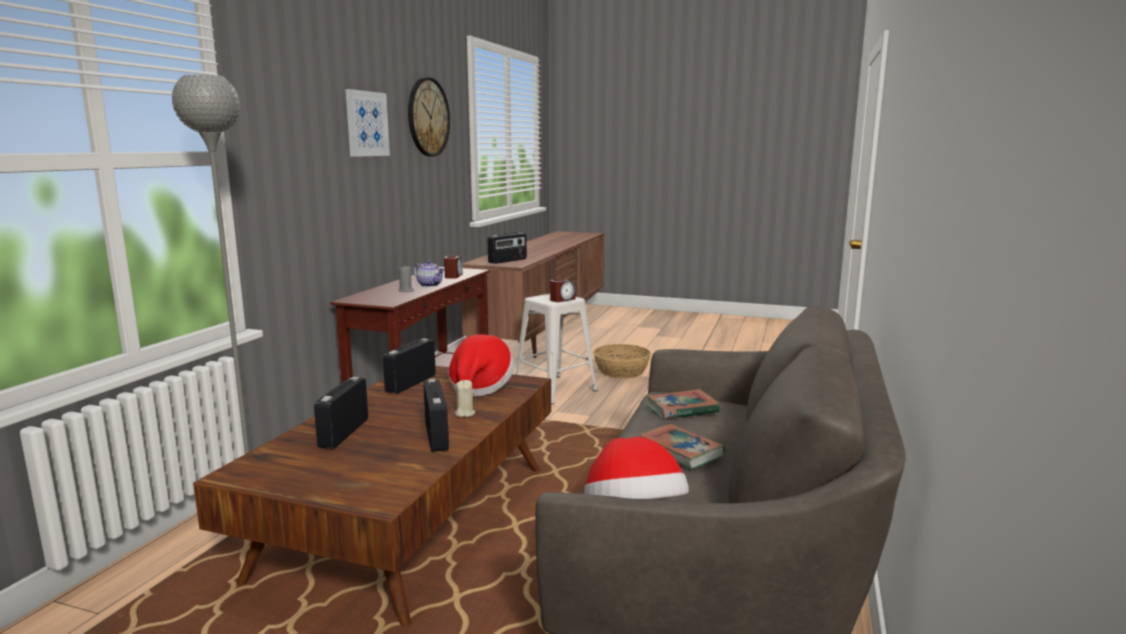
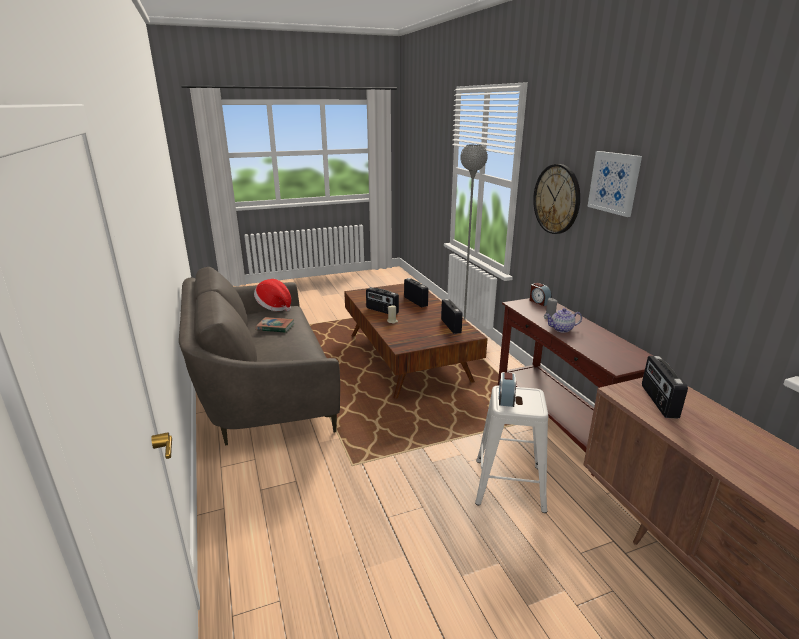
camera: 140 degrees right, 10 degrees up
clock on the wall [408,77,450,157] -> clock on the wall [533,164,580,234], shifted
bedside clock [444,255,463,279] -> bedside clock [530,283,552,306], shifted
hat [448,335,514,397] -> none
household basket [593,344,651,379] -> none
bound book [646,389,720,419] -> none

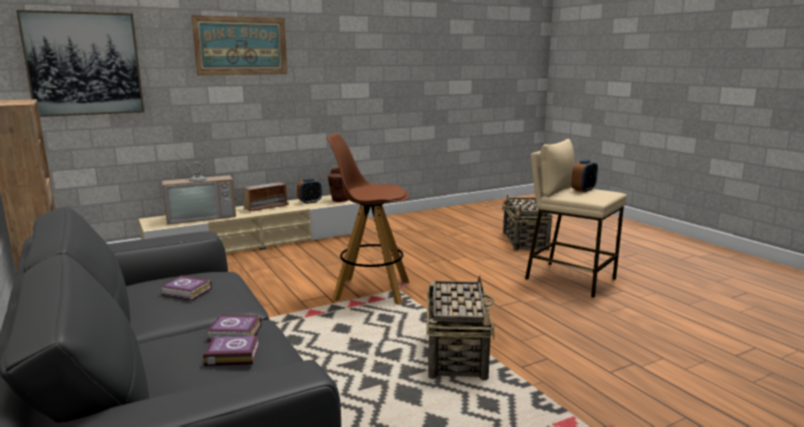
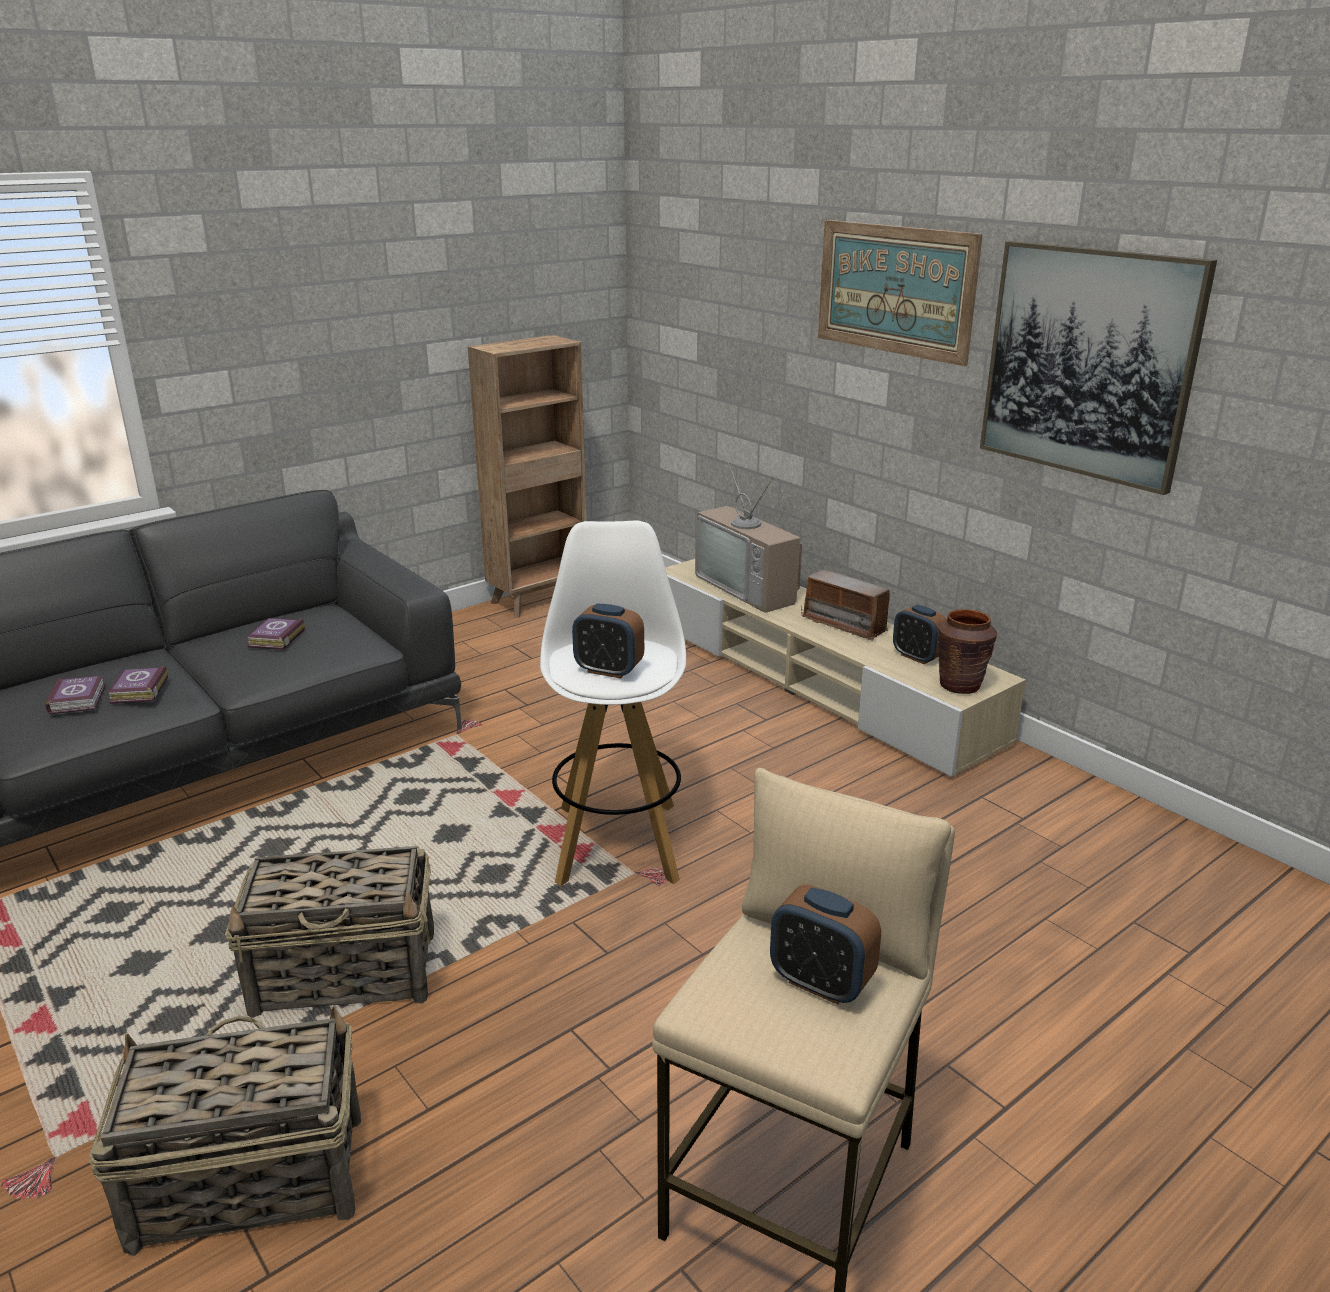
camera: 80 degrees right, 10 degrees up
wall art [16,10,144,117] -> wall art [980,241,1217,495], shifted
brown stool seat [326,133,410,305] -> white-coloured stool seat [540,521,686,886]
household basket [502,194,553,251] -> household basket [89,1007,361,1256], shifted
none -> bedside clock [572,604,644,679]

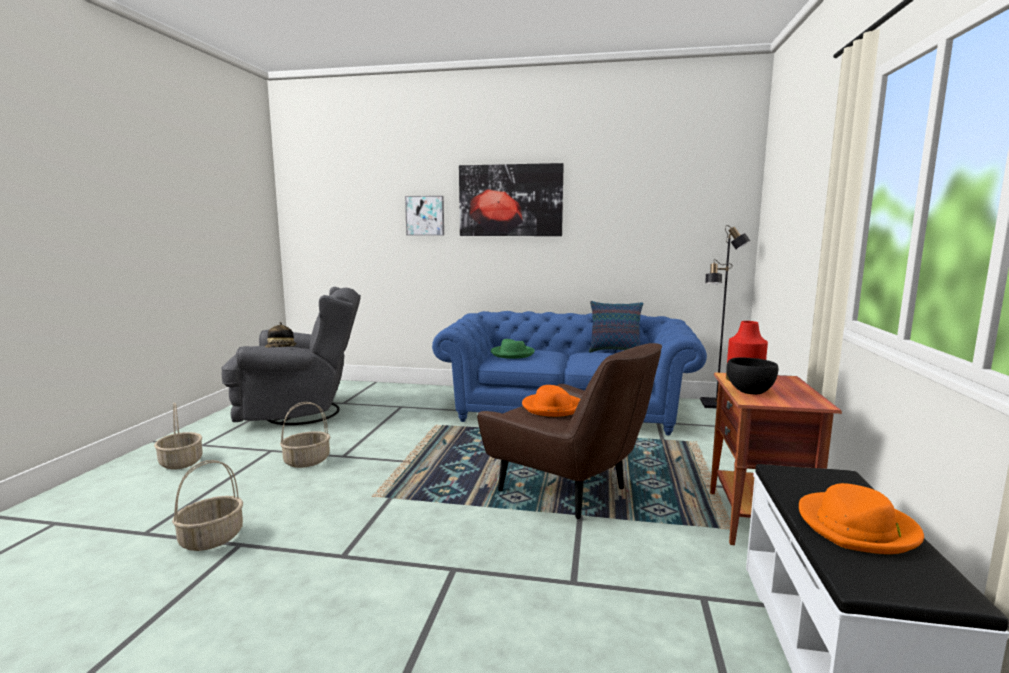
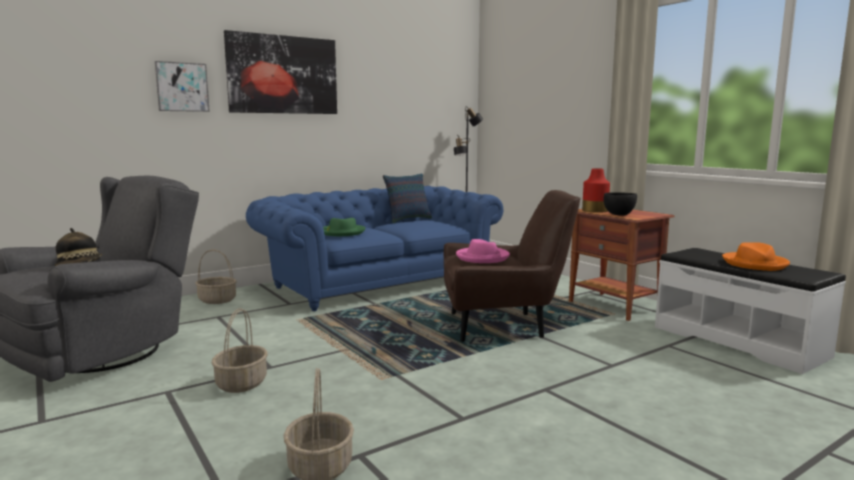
camera: 45 degrees left, 0 degrees up
household basket [154,403,203,469] -> household basket [195,249,237,304], shifted
orangey hat [522,385,580,417] -> pink-coloured hat [456,239,510,263]

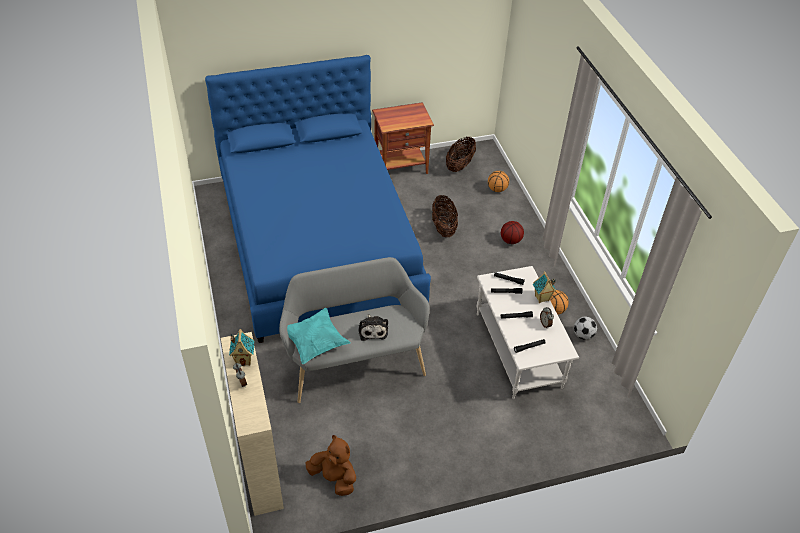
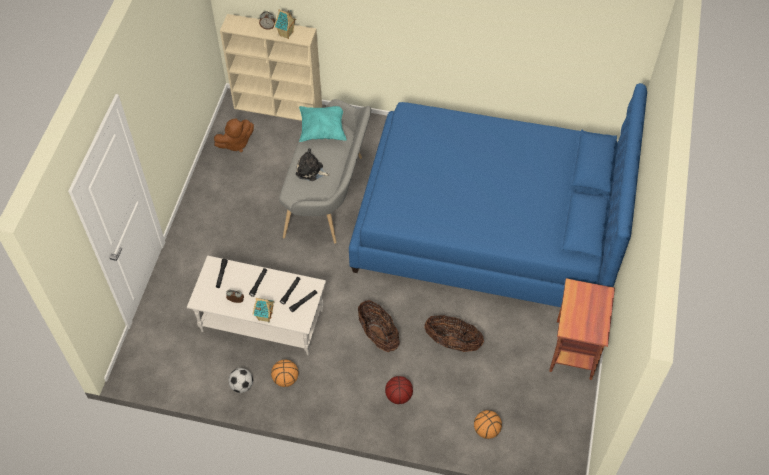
camera: 120 degrees right, 10 degrees up
household basket [446,136,476,172] -> household basket [358,300,400,352], shifted

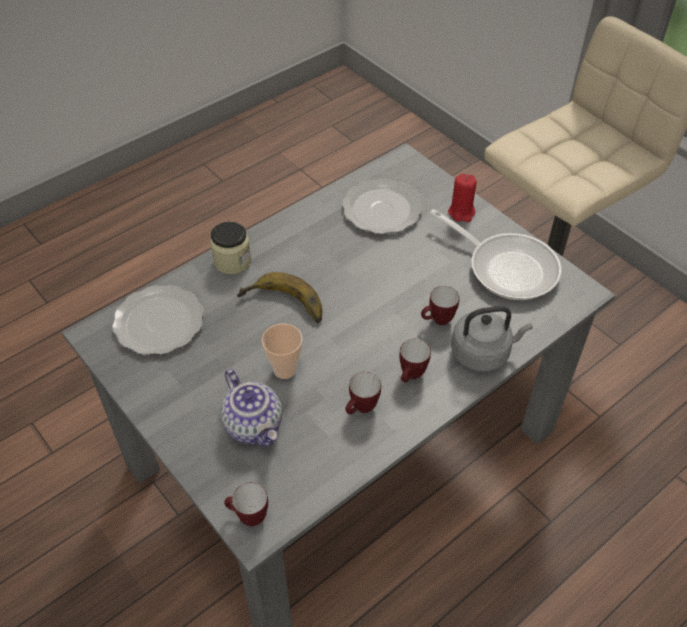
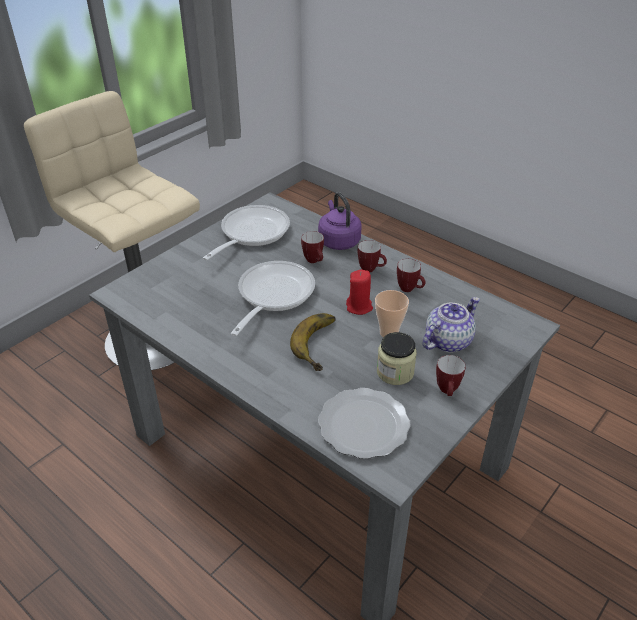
camera: 100 degrees left, 10 degrees down
preserve jar [210,222,251,274] -> preserve jar [377,332,417,385], shifted
tea mug [224,483,268,526] -> tea mug [436,355,466,396], shifted
plate [342,179,423,234] -> none
red-coloured wax light [448,174,477,222] -> red-coloured wax light [346,270,373,315], shifted
gray water kettle [451,306,533,372] -> purple-coloured water kettle [318,192,362,250]
none -> skillet [230,261,315,336]

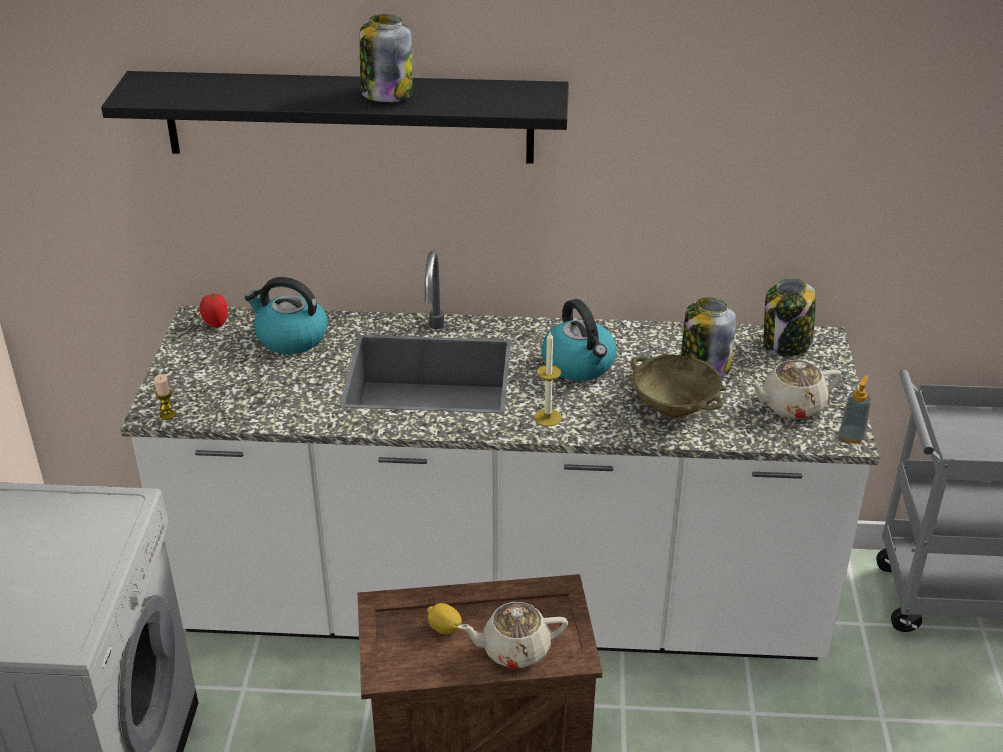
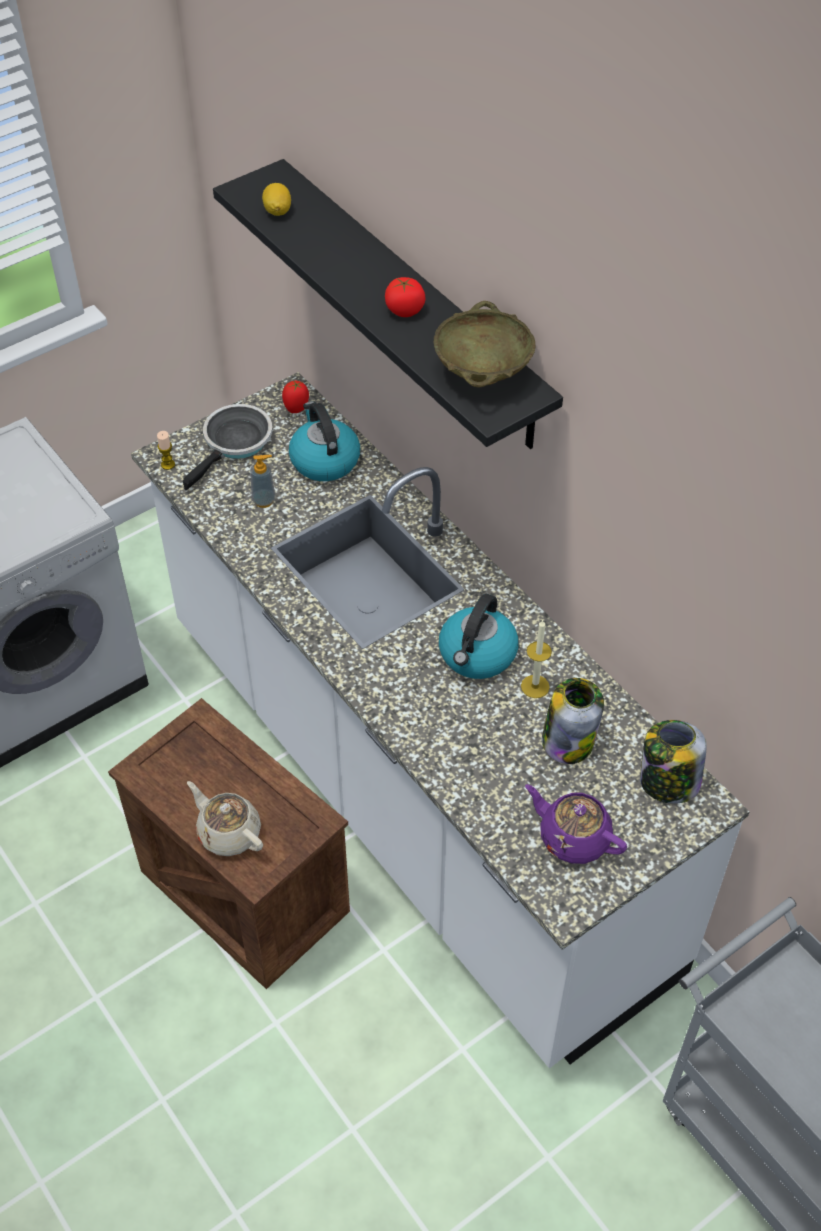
camera: 50 degrees right, 15 degrees up
preserve jar [360,14,412,102] -> tomato [385,277,425,317]
citrus fruit [427,603,462,634] -> citrus fruit [262,183,291,216], shifted
wax light [534,332,562,427] -> wax light [521,620,552,698], shifted
beige-coloured deep dish [629,354,726,419] -> beige-coloured deep dish [434,301,535,387], shifted
beige-coloured pot for tea [747,360,842,419] -> purple-coloured pot for tea [525,784,627,864]
liquid soap bottle [839,375,871,444] -> liquid soap bottle [250,455,276,508], shifted
none -> skillet [183,404,272,491]

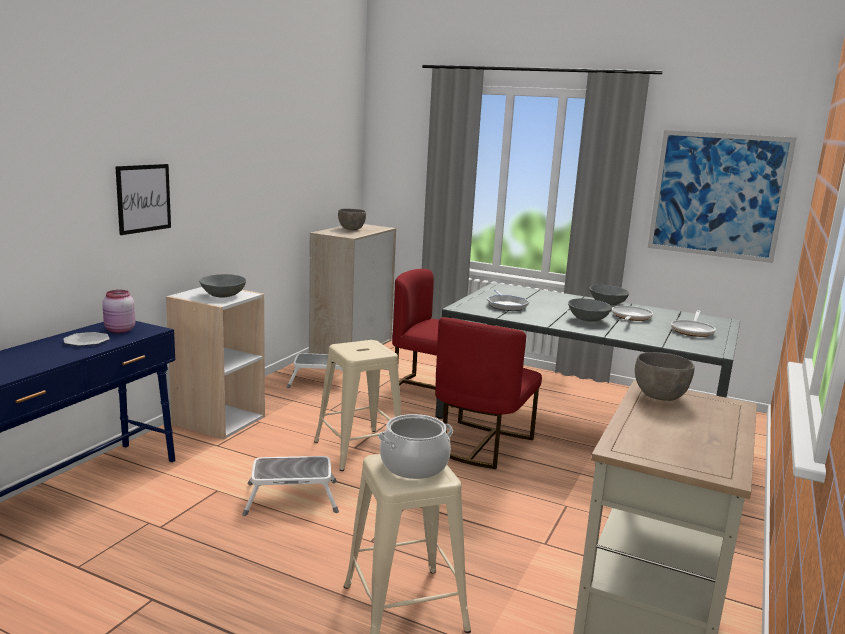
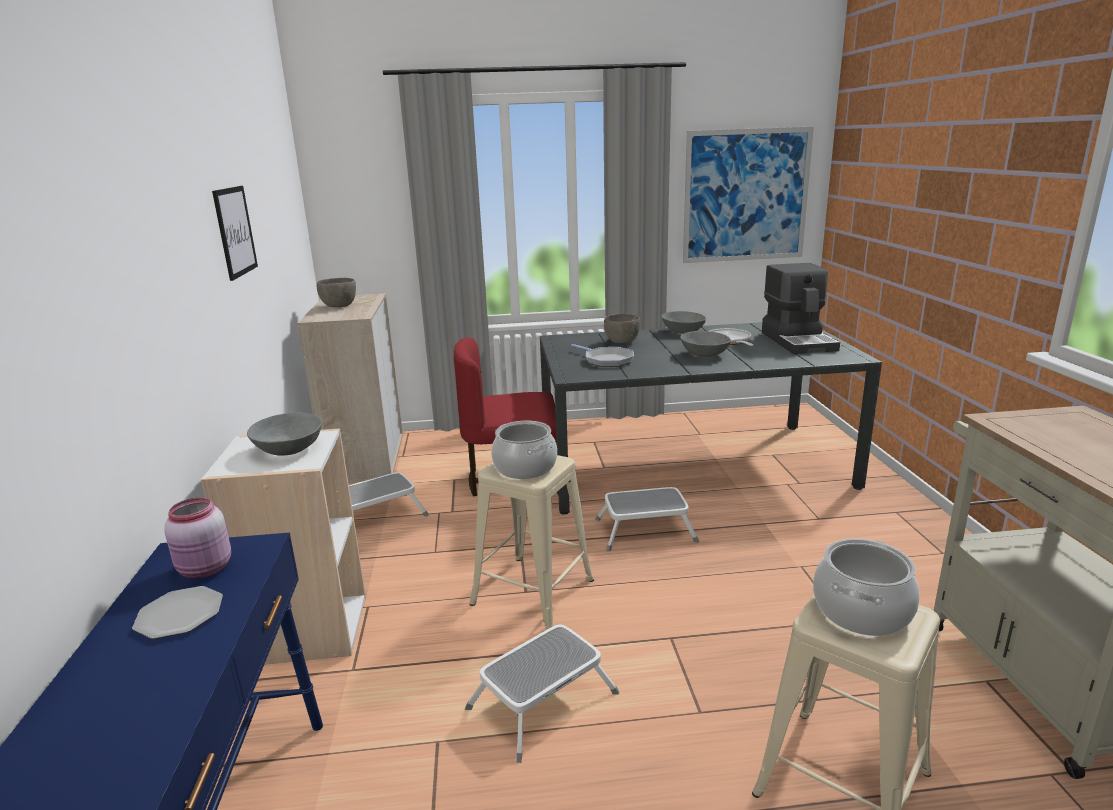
camera: 30 degrees left, 5 degrees up
wall art [115,164,171,235] -> wall art [212,186,258,281], shifted
red-coloured upright chair [435,317,542,469] -> gray step ladder [595,487,699,552]
gray deep dish [635,352,695,401] -> gray deep dish [604,314,640,344], shifted
skillet [671,310,716,337] -> coffee maker [762,263,840,354]
none -> stockpot [491,420,557,479]

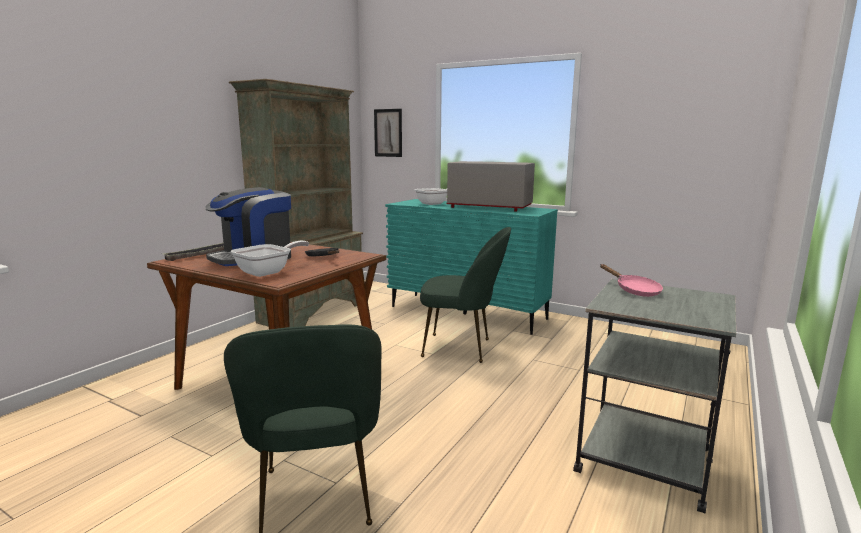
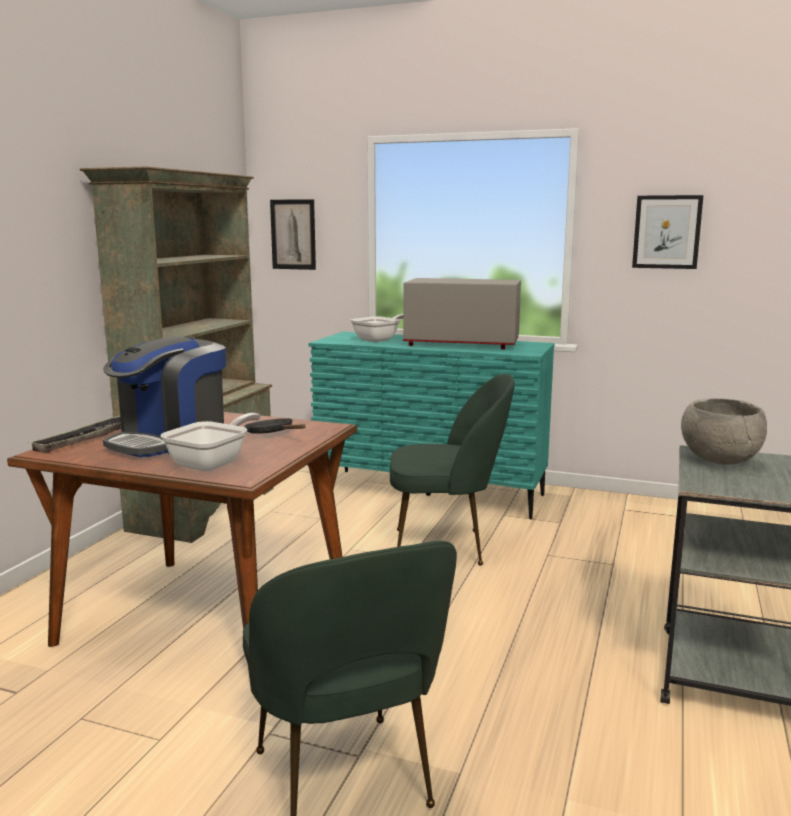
camera: 10 degrees left, 0 degrees up
pink-coloured skillet [600,264,663,297] -> gray deep dish [681,398,767,465]
none -> wall art [632,195,704,269]

